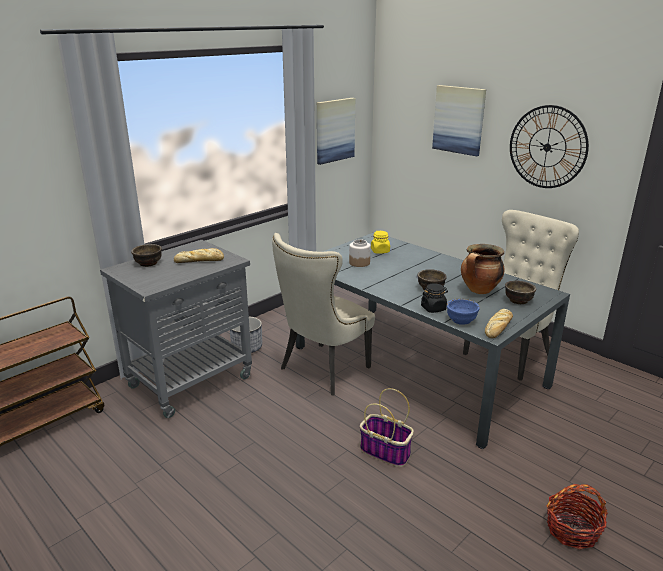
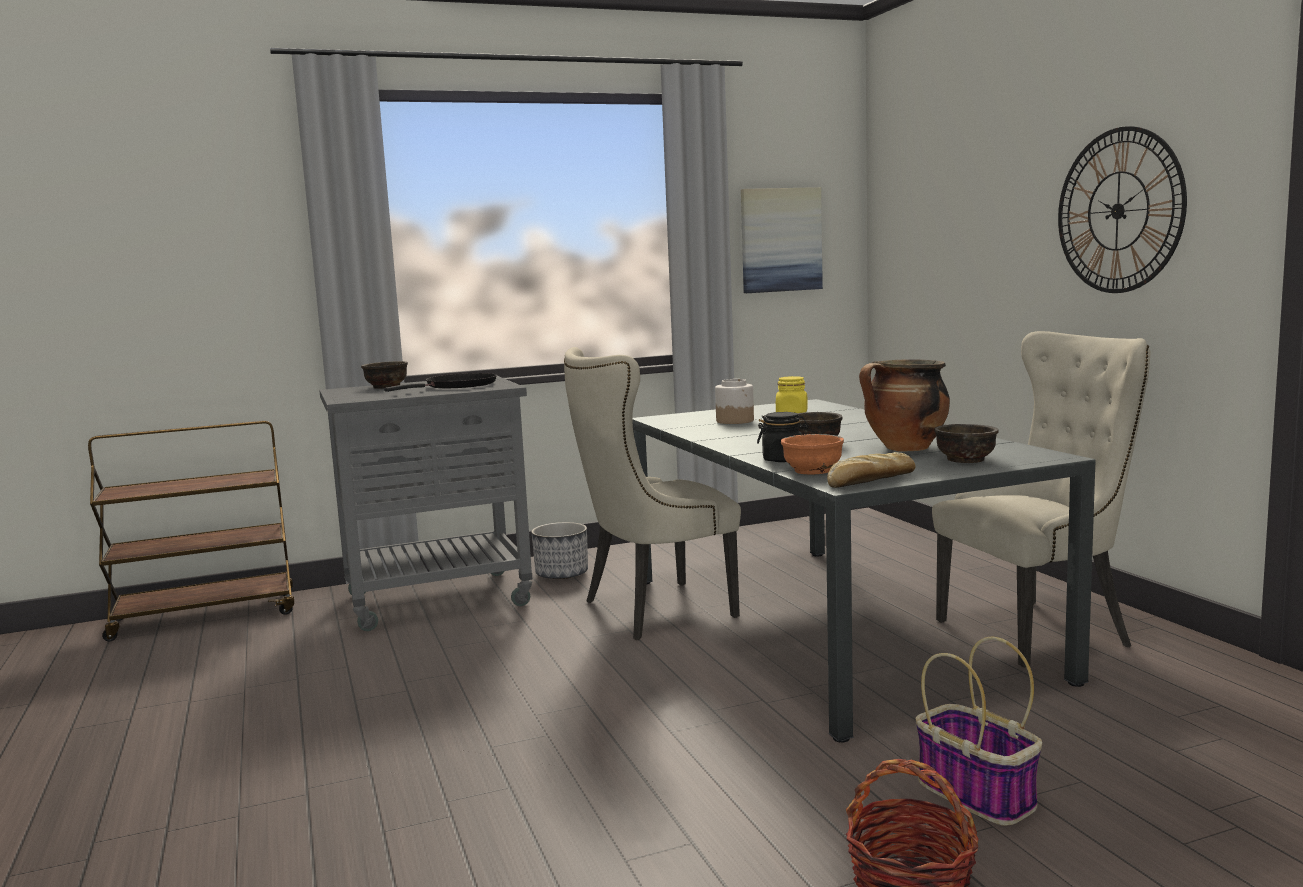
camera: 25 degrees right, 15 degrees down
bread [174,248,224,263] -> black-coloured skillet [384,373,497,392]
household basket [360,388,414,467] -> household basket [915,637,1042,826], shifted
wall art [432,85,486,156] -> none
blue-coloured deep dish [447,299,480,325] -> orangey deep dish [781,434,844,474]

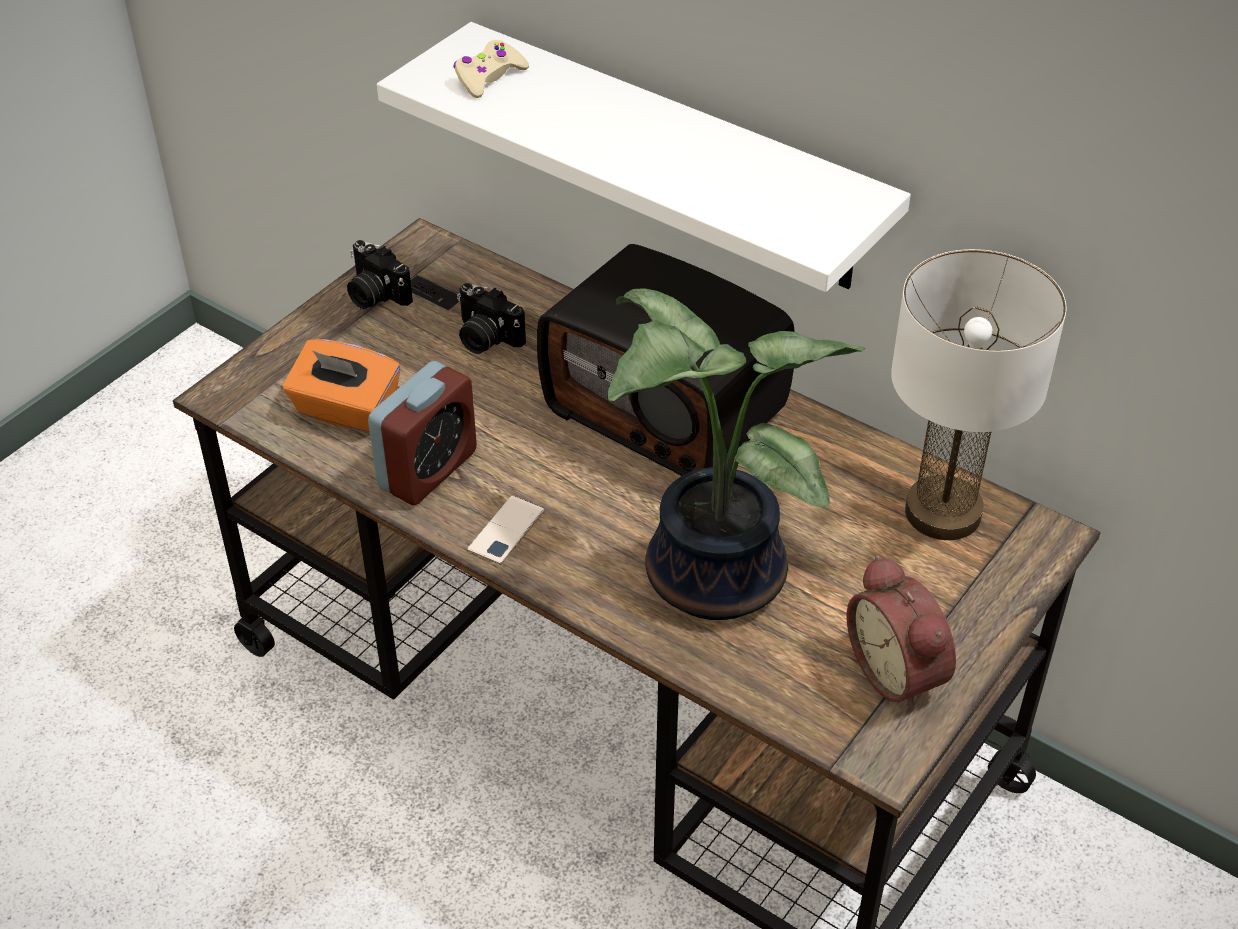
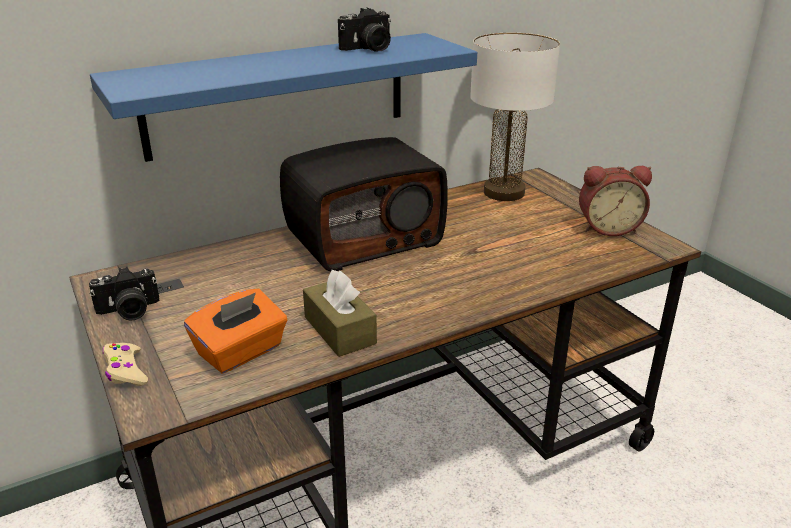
camera: 65 degrees left, 15 degrees down
bedside clock [368,361,477,505] -> brown tissue box [303,270,377,357]
white-coloured bracket shelf [377,22,911,292] -> blue-coloured bracket shelf [90,33,477,162]
beige-coloured game controller [453,40,529,98] -> beige-coloured game controller [103,343,148,386], shifted
still camera [457,283,526,354] -> still camera [338,8,391,52], shifted
phone [467,495,545,565] -> none
potted plant [607,288,865,620] -> none

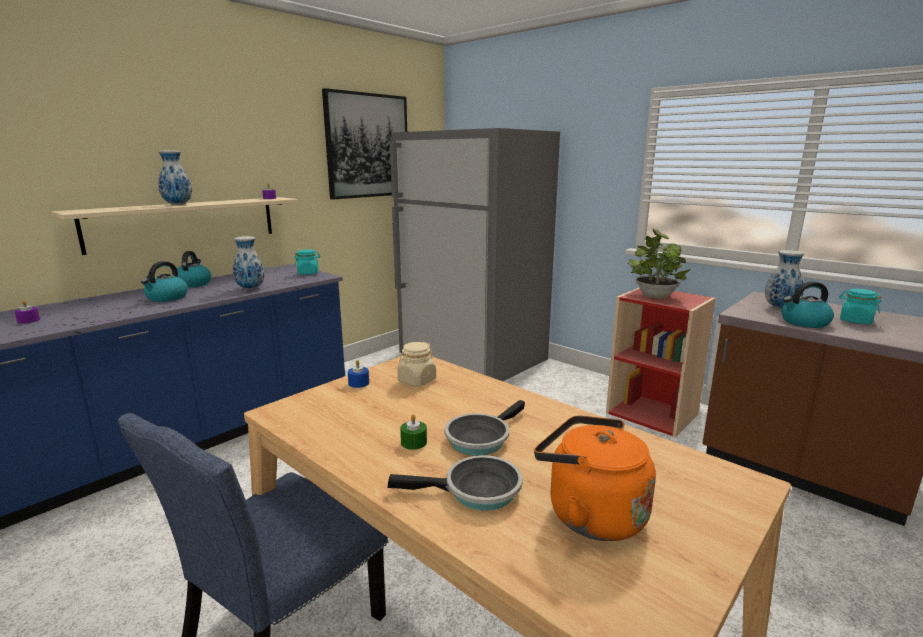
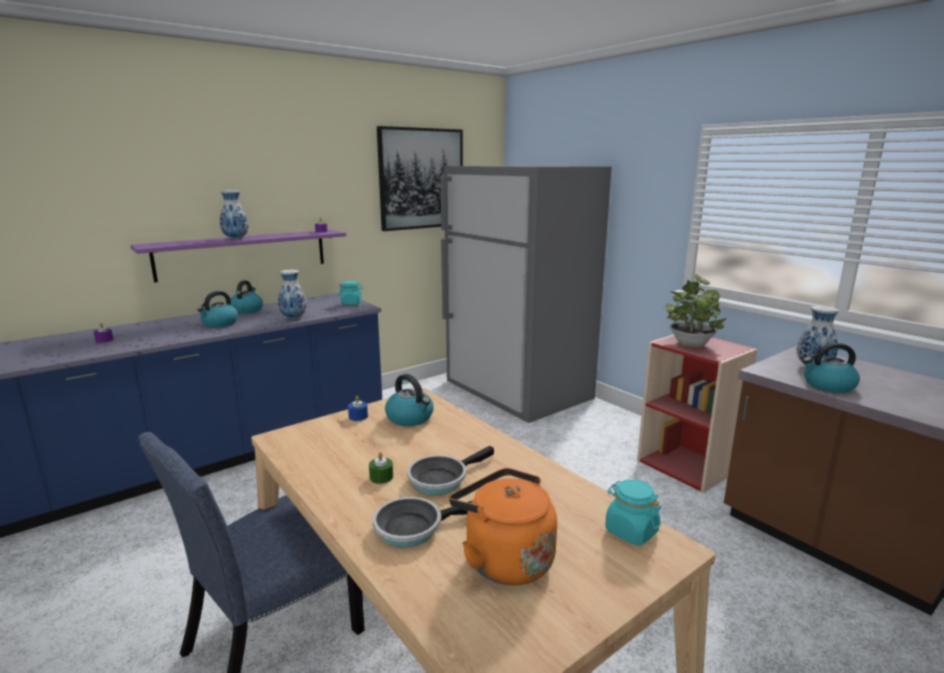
camera: 10 degrees right, 0 degrees up
beige-coloured bracket shelf [52,197,298,255] -> purple-coloured bracket shelf [130,230,346,283]
skillet [387,455,523,511] -> skillet [372,497,472,547], 150 degrees clockwise
beige-coloured preserve jar [397,342,436,386] -> water kettle [385,374,434,426]
turquoise preserve jar [839,289,882,324] -> turquoise preserve jar [605,479,661,545], shifted

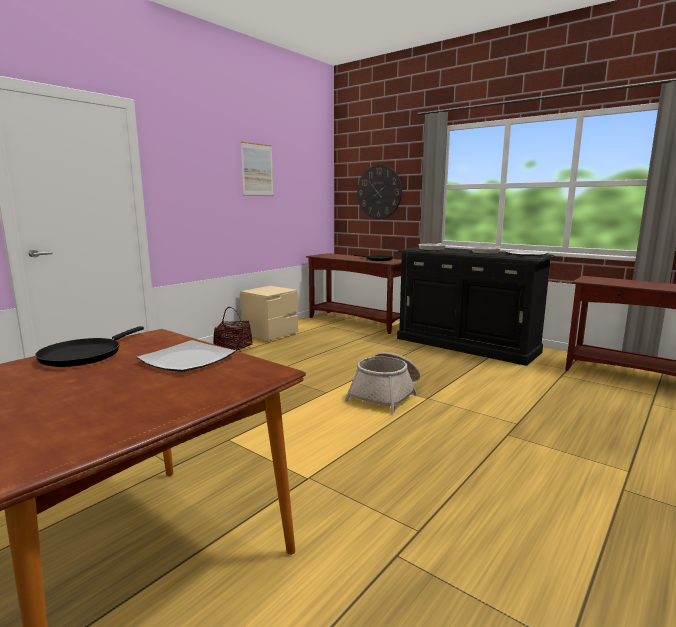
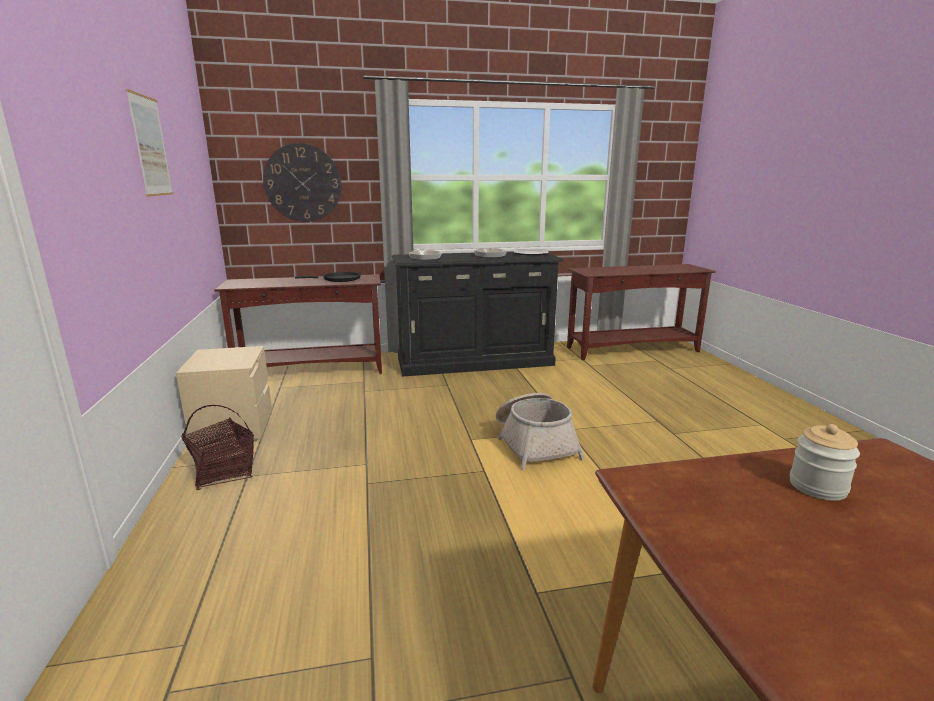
camera: 50 degrees left, 5 degrees up
black-coloured skillet [35,326,144,367] -> none
plate [137,340,236,372] -> preserve jar [790,424,860,501]

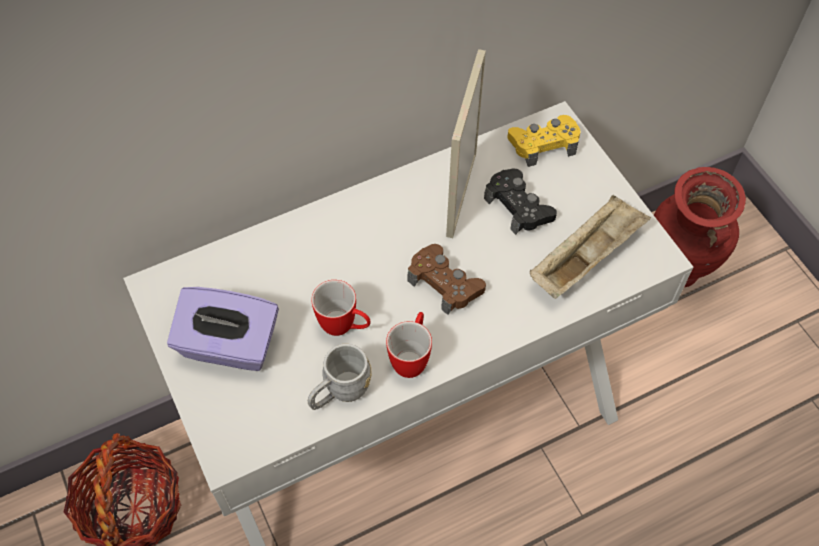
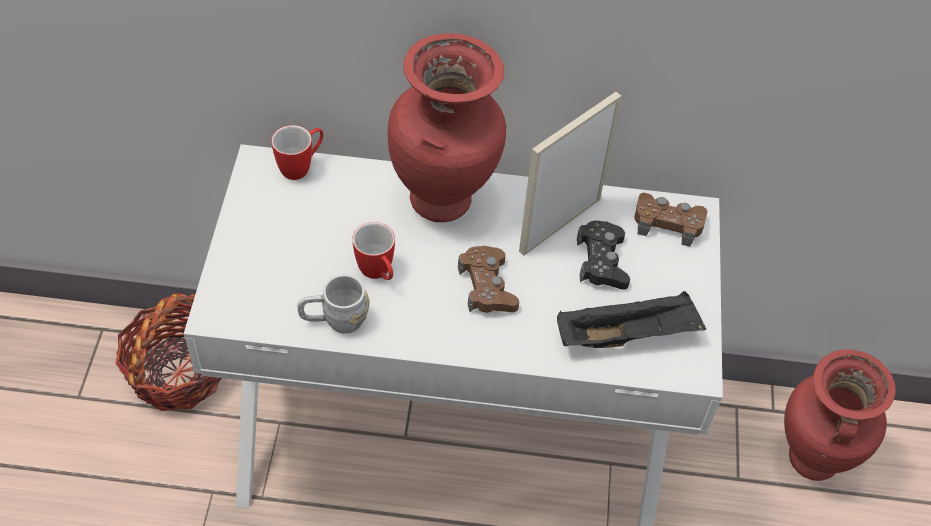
camera: 30 degrees right, 5 degrees down
purple-coloured tissue box [167,287,279,371] -> none
tea mug [386,312,432,378] -> tea mug [271,125,323,180], shifted
yellow game controller [507,115,580,167] -> brown game controller [634,193,707,247]
beige-coloured serving tray [530,195,651,299] -> black-coloured serving tray [557,291,706,348]
none -> red-coloured vase [388,33,506,222]

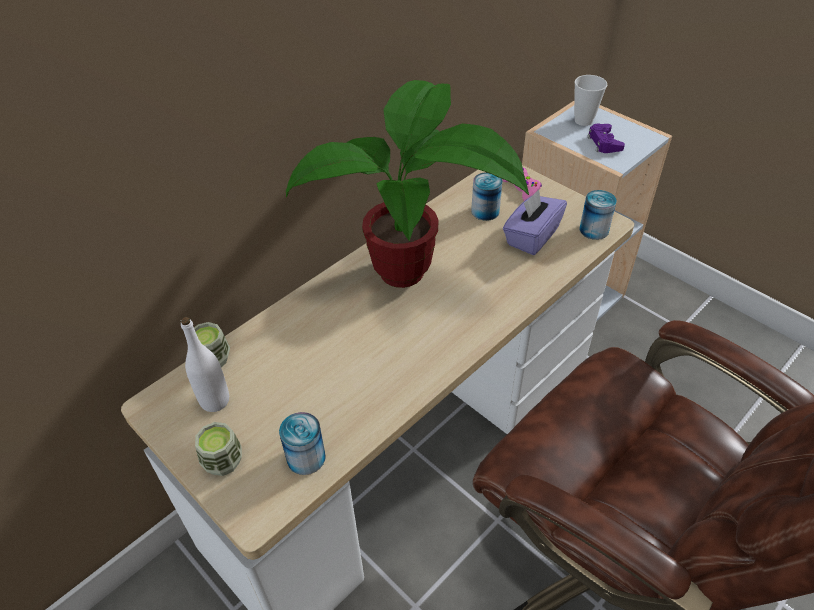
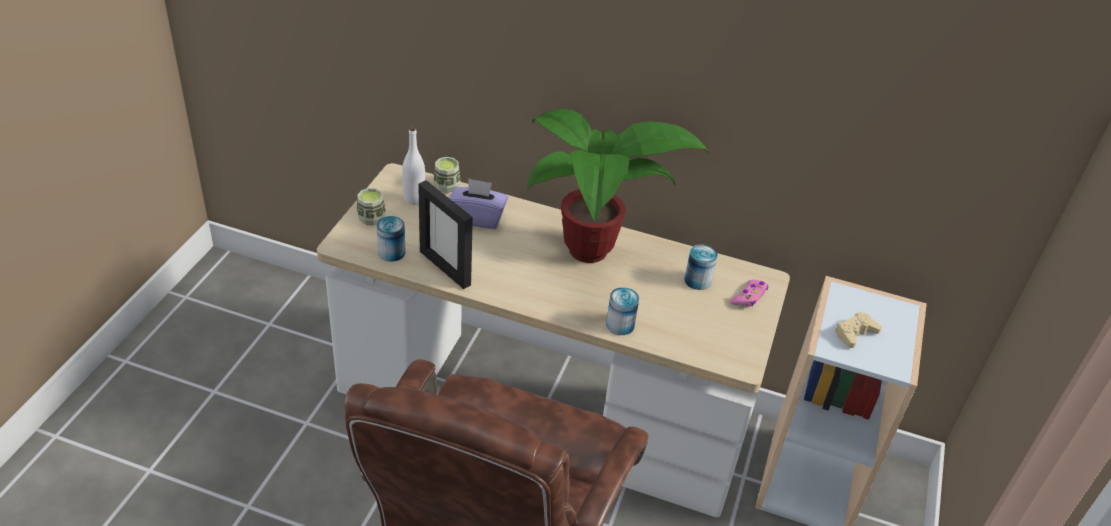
camera: 60 degrees right, 5 degrees down
purple-coloured tissue box [503,189,567,255] -> purple-coloured tissue box [449,178,508,229], shifted
cup [574,75,607,126] -> none
can [579,190,617,240] -> can [606,287,639,335], shifted
purple-coloured game controller [587,124,625,153] -> beige-coloured game controller [835,312,882,348]
none -> photo frame [418,180,473,289]

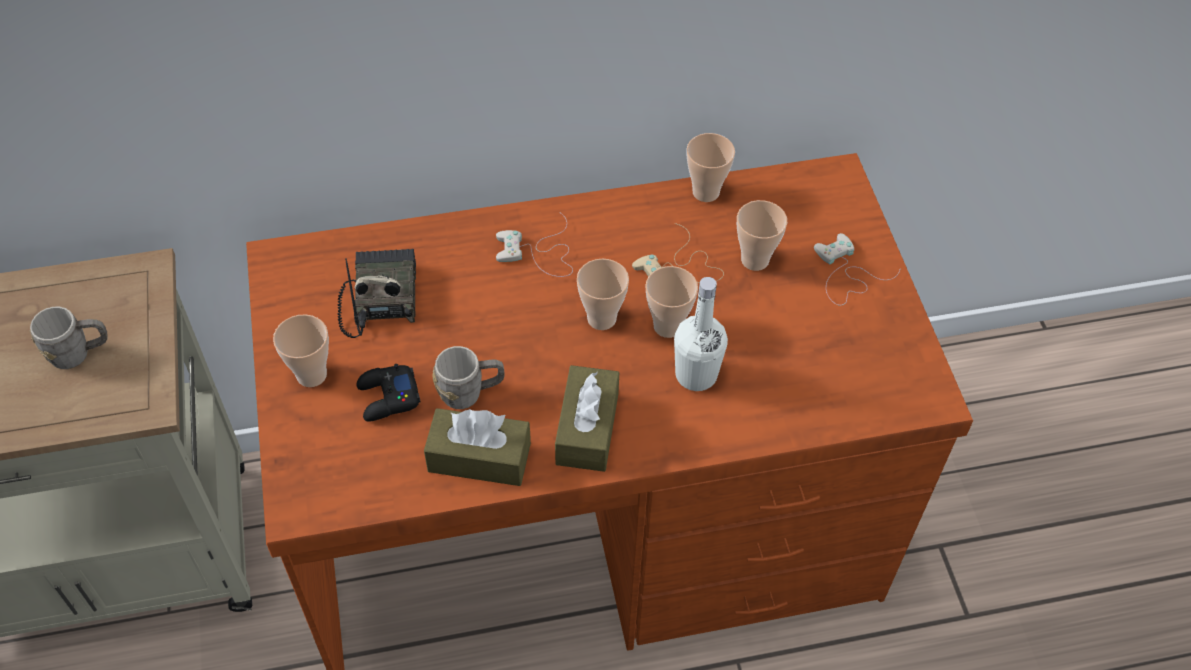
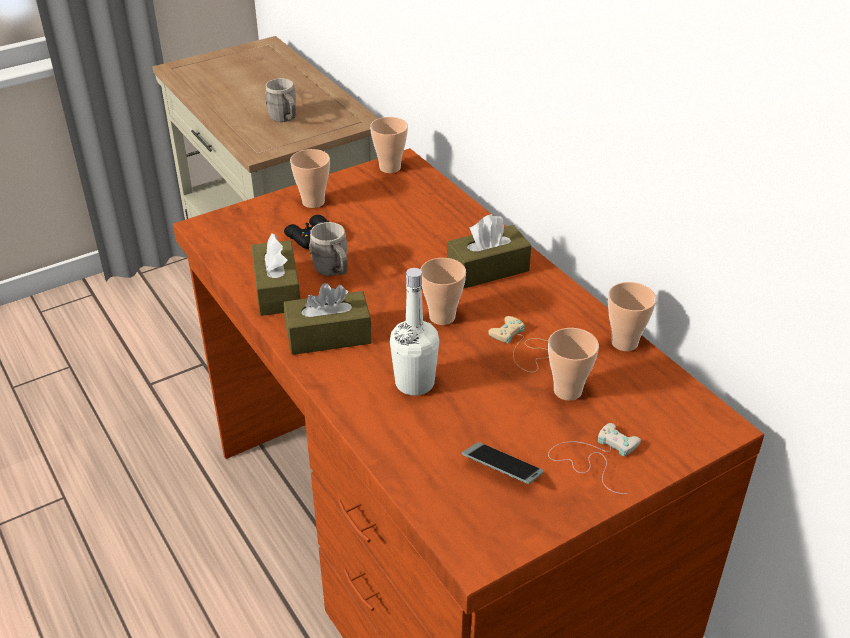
camera: 70 degrees right, 15 degrees down
radio receiver [337,249,416,338] -> none
white-coloured game controller [496,212,573,277] -> brown tissue box [447,214,531,289]
cup [645,266,698,338] -> cup [370,117,408,173], shifted
none -> phone [462,442,544,484]

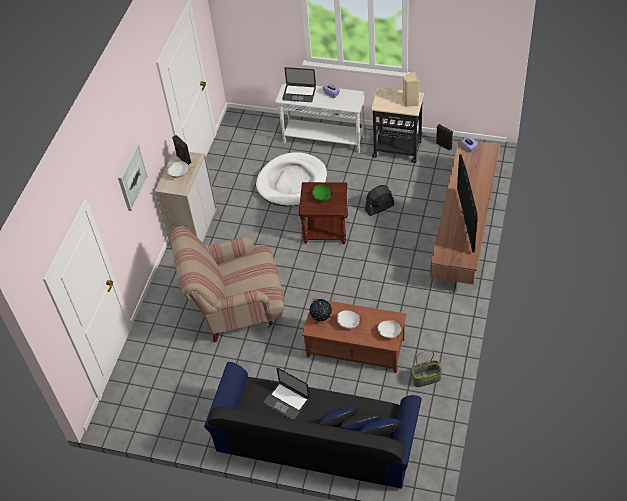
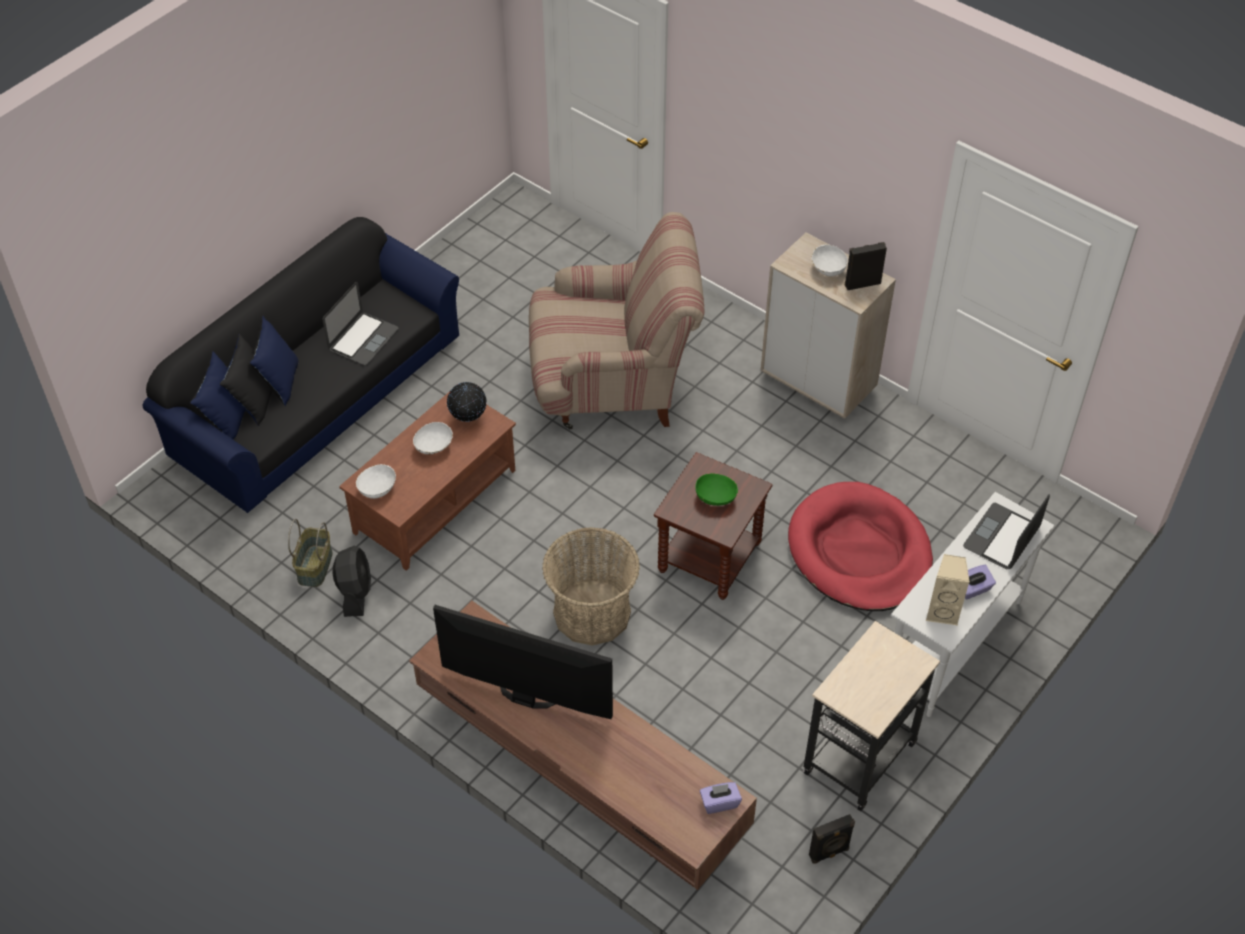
camera: 110 degrees right, 0 degrees up
wall art [118,143,148,211] -> none
beige-coloured armchair [171,226,284,342] -> beige-coloured armchair [529,212,704,430], 75 degrees clockwise
white-coloured dog cushion [256,152,327,206] -> red-coloured dog cushion [788,482,933,611]
portable computer [264,368,310,419] -> portable computer [323,282,398,365], 150 degrees clockwise
black-coloured electric fan [365,185,394,216] -> black-coloured electric fan [332,546,371,617], shifted
beige-coloured audio speaker [403,72,419,107] -> beige-coloured audio speaker [926,554,970,625], shifted
none -> household basket [542,527,640,646]

